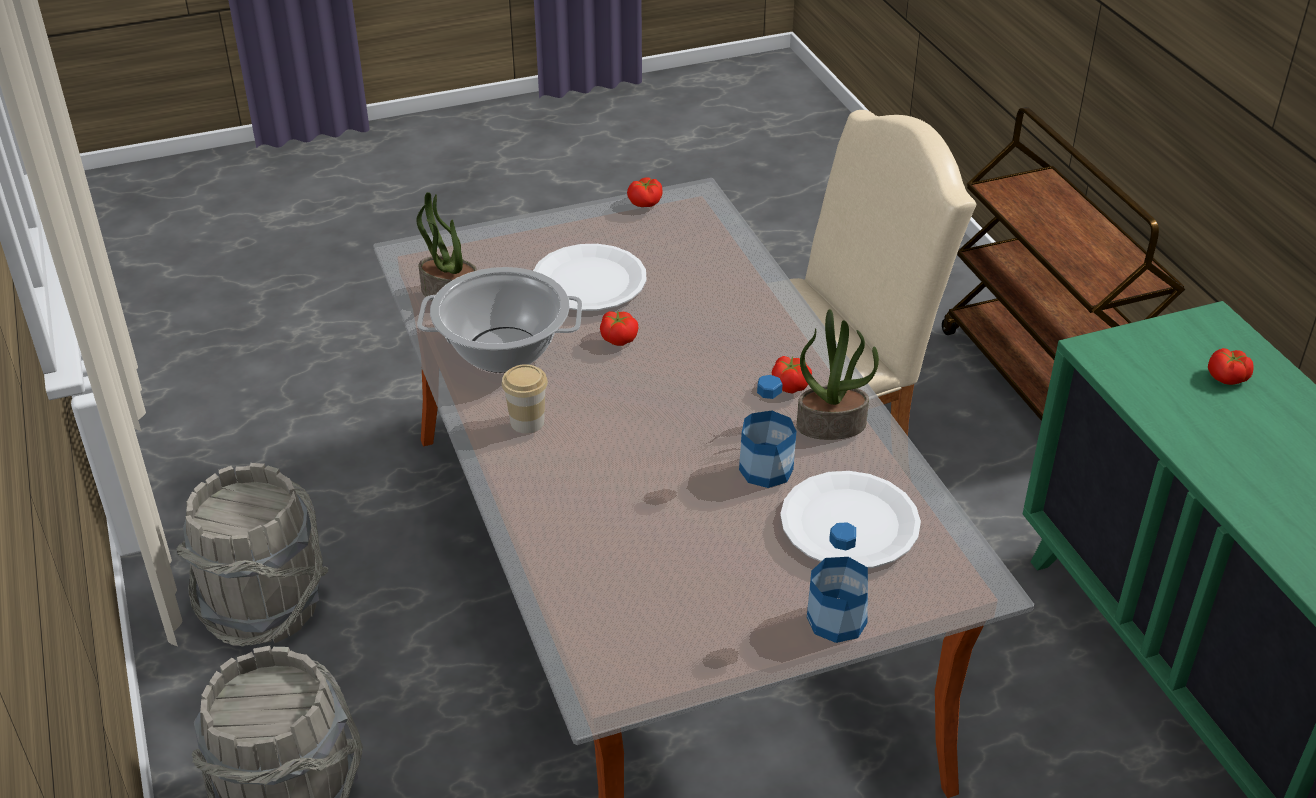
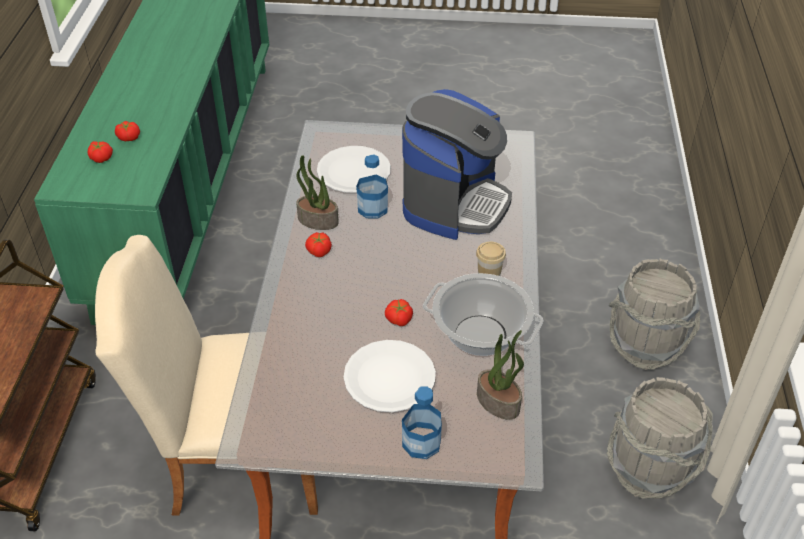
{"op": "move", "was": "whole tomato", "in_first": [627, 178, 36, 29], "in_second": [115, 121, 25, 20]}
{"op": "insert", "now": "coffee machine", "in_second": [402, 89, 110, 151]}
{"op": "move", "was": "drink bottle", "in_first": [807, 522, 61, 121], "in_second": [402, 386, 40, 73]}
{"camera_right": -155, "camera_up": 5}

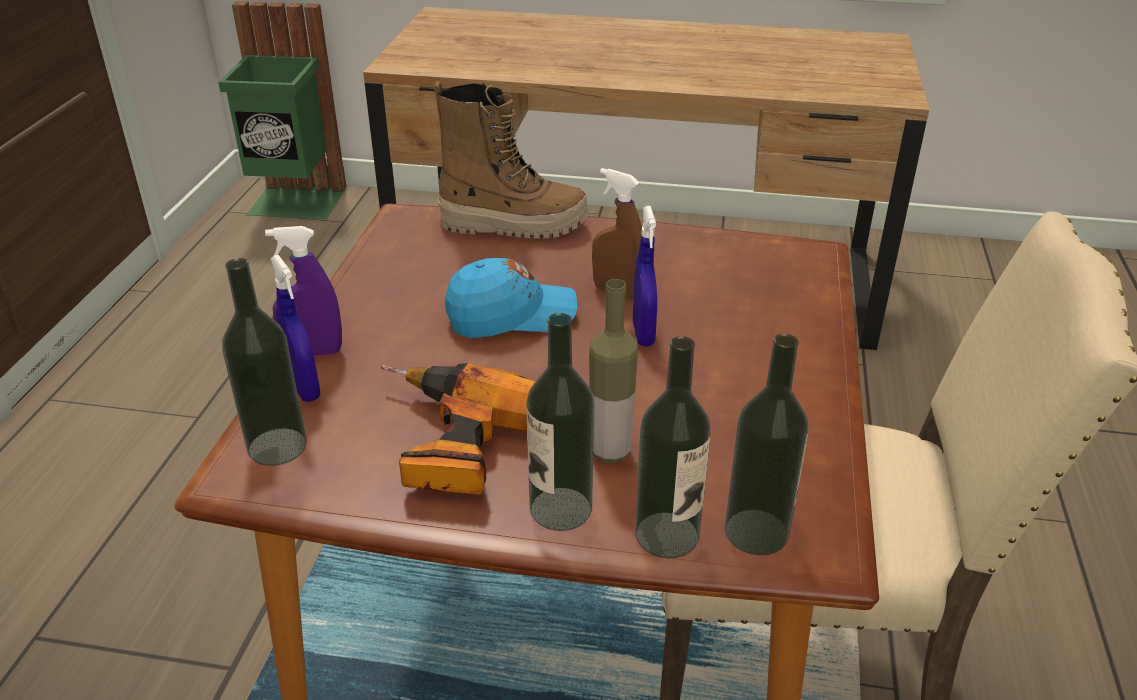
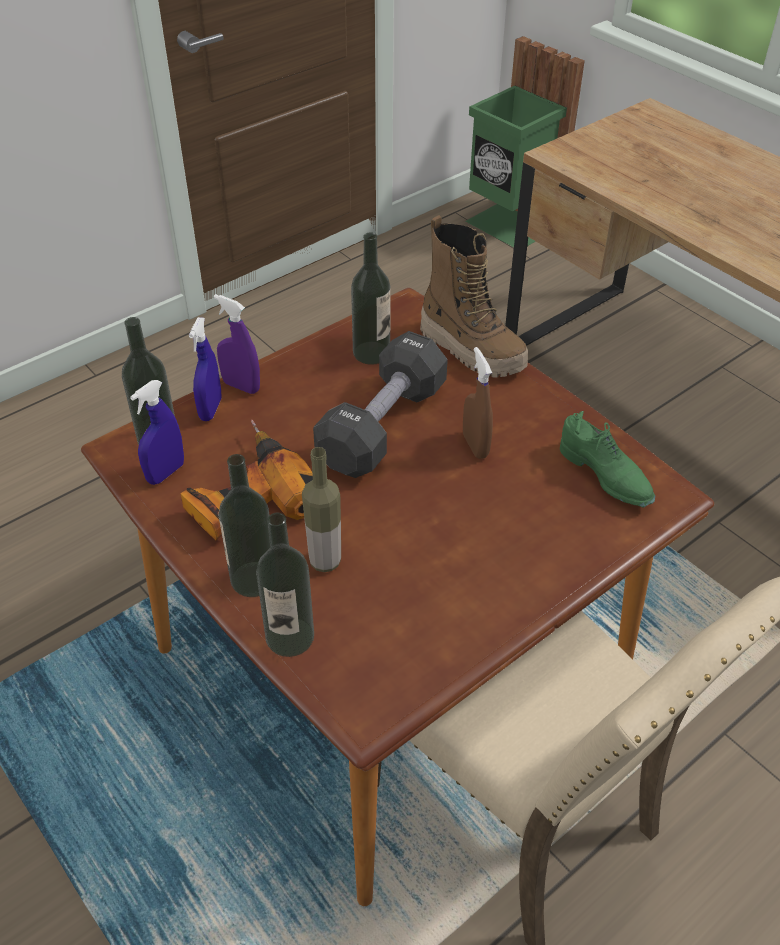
{"op": "move", "was": "hand sprayer (blue-coloured)", "in_first": [633, 206, 24, 140], "in_second": [130, 380, 54, 105]}
{"op": "replace", "was": "cap (blue-coloured)", "now": "hand weight (black)", "in_first": [445, 258, 132, 80], "in_second": [313, 331, 135, 147]}
{"op": "move", "was": "drink bottle", "in_first": [725, 334, 84, 221], "in_second": [351, 232, 40, 133]}
{"op": "insert", "now": "shoe (green)", "in_second": [560, 411, 95, 97]}
{"camera_right": 40, "camera_up": 10}

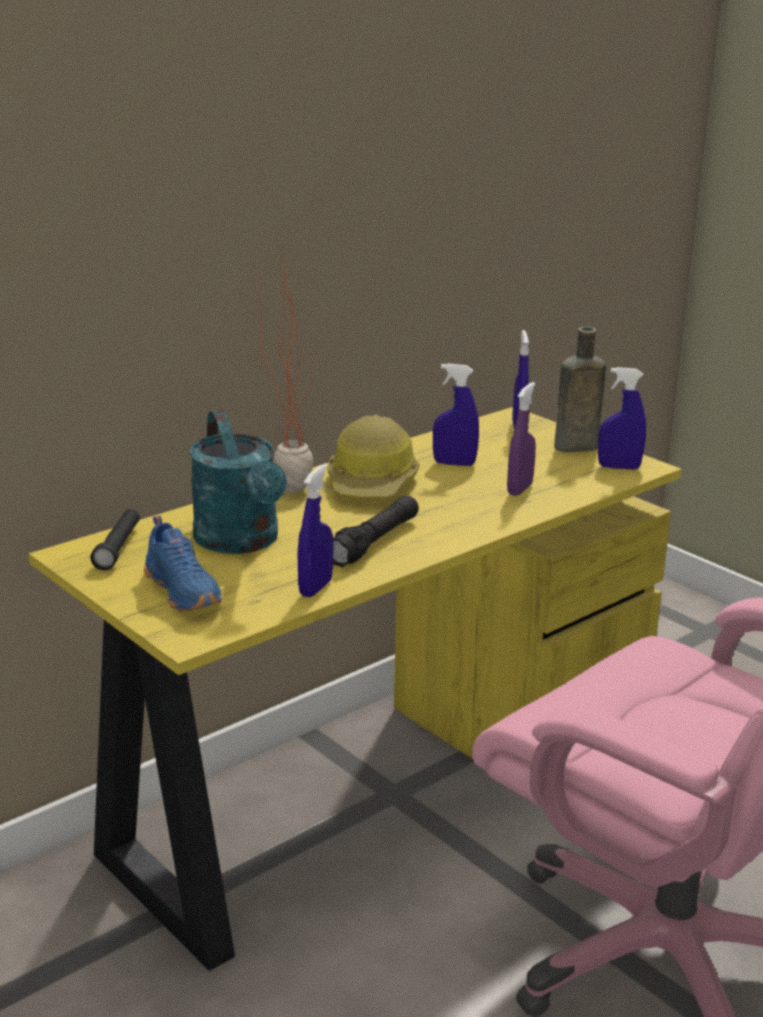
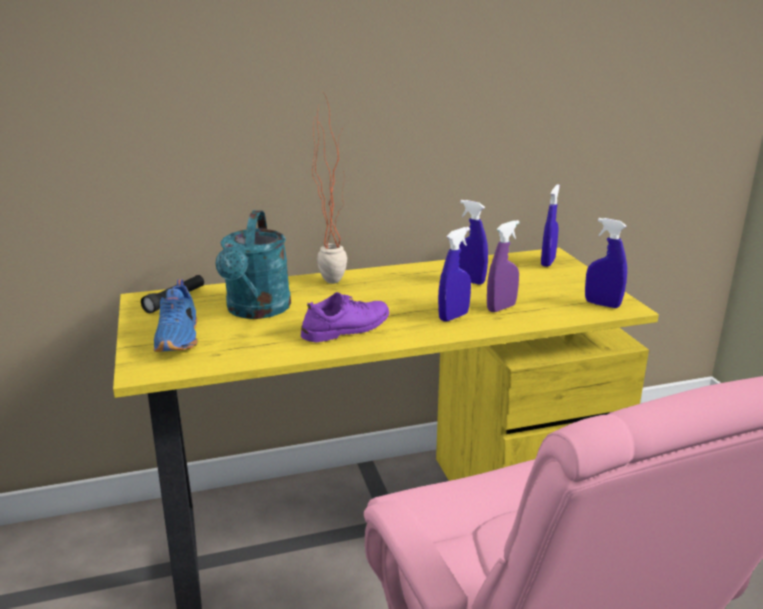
{"op": "replace", "was": "torch (black)", "now": "shoe (purple)", "in_first": [333, 495, 86, 72], "in_second": [301, 292, 88, 50]}
{"op": "move", "was": "hand sprayer (blue-coloured)", "in_first": [298, 463, 35, 134], "in_second": [438, 227, 33, 95]}
{"op": "delete", "was": "work helmet", "in_first": [328, 415, 91, 82]}
{"op": "delete", "was": "drink bottle (brown)", "in_first": [554, 327, 52, 126]}
{"camera_right": 25, "camera_up": 0}

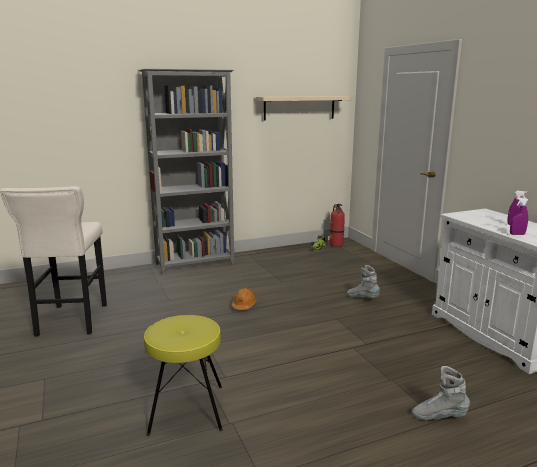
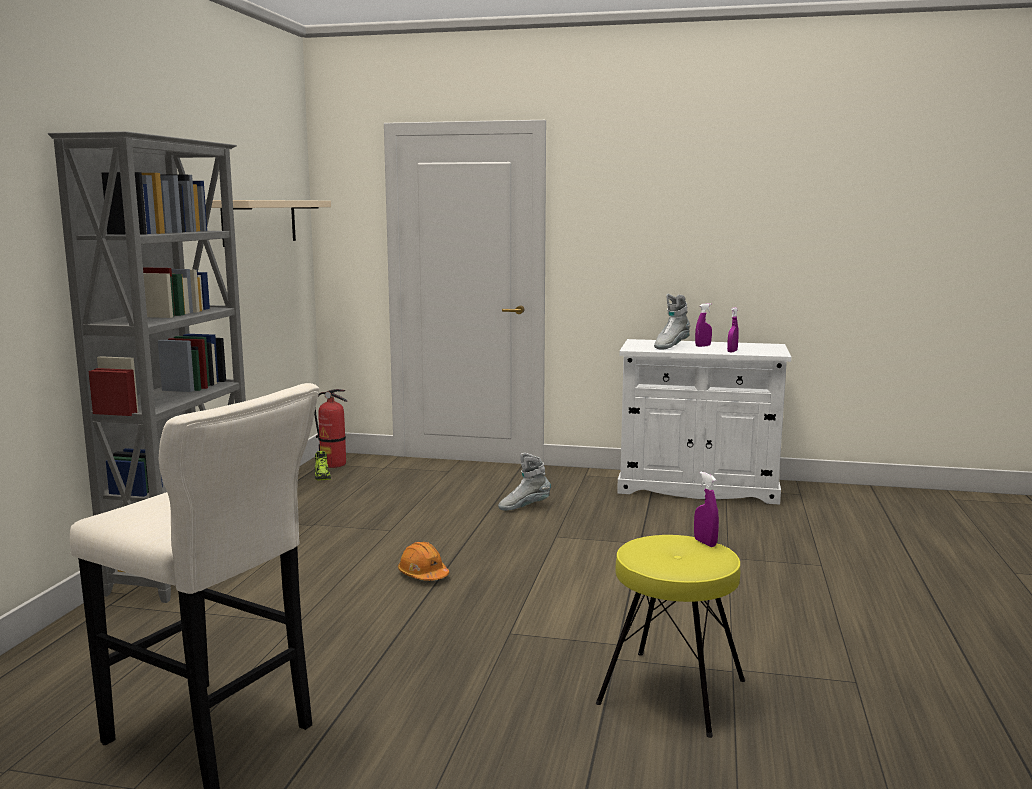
{"op": "move", "was": "tall boot (greyish)", "in_first": [412, 366, 58, 54], "in_second": [654, 294, 36, 56]}
{"op": "insert", "now": "hand sprayer (purple)", "in_second": [694, 472, 25, 75]}
{"camera_right": -55, "camera_up": -5}

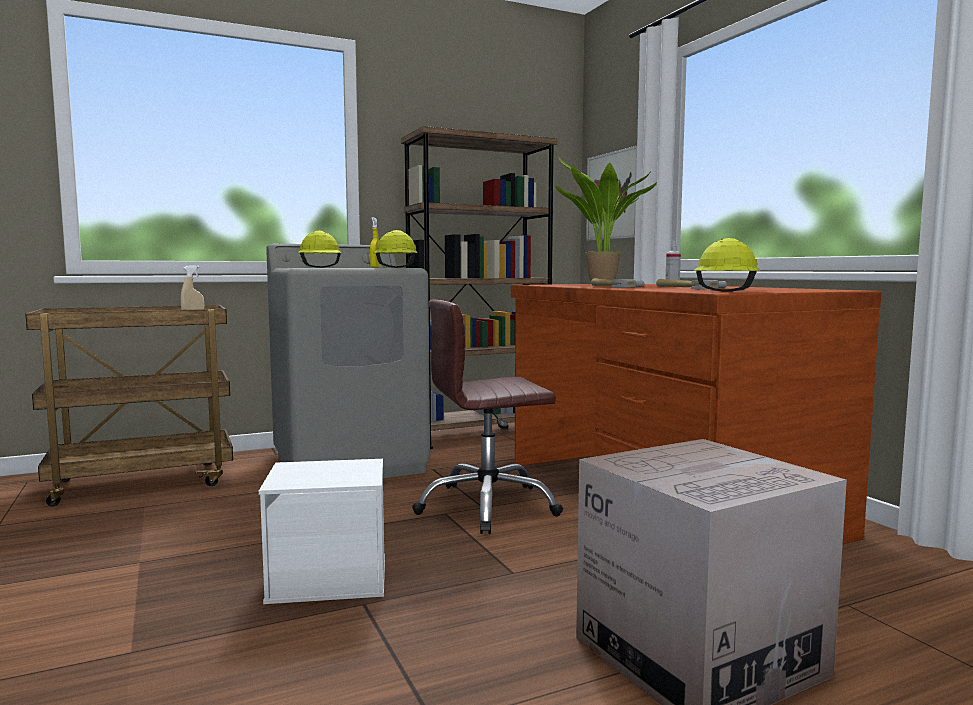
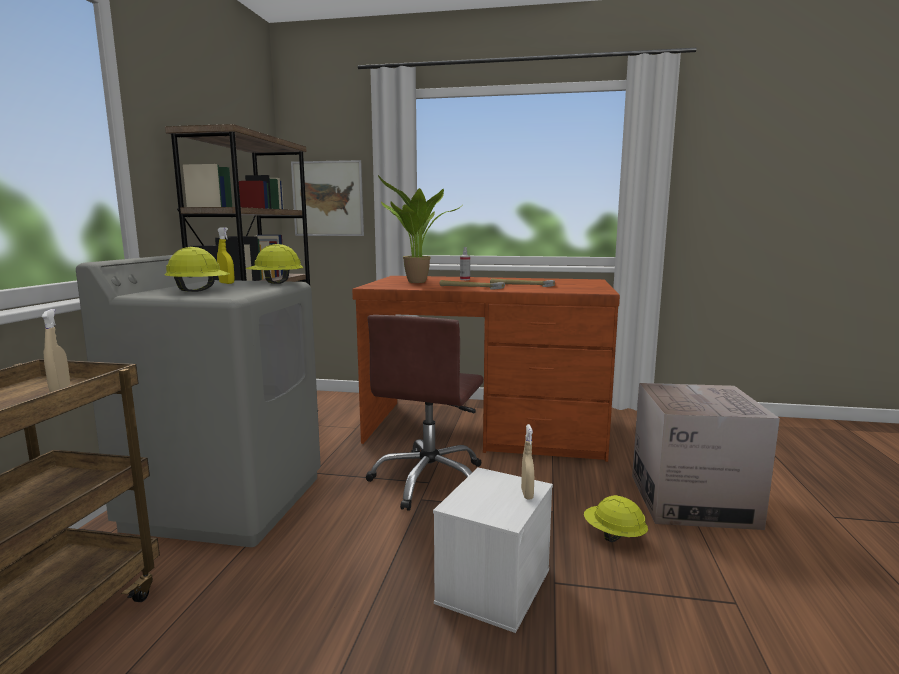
{"op": "insert", "now": "hand sprayer (beige)", "in_second": [521, 424, 13, 75]}
{"op": "move", "was": "work helmet (yellow-coloured)", "in_first": [693, 238, 67, 54], "in_second": [584, 495, 64, 47]}
{"camera_right": -55, "camera_up": 5}

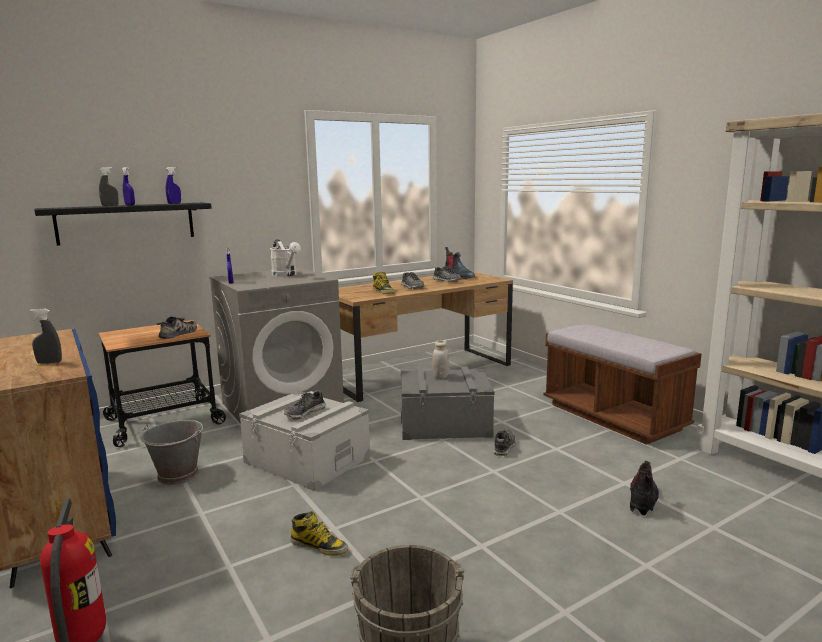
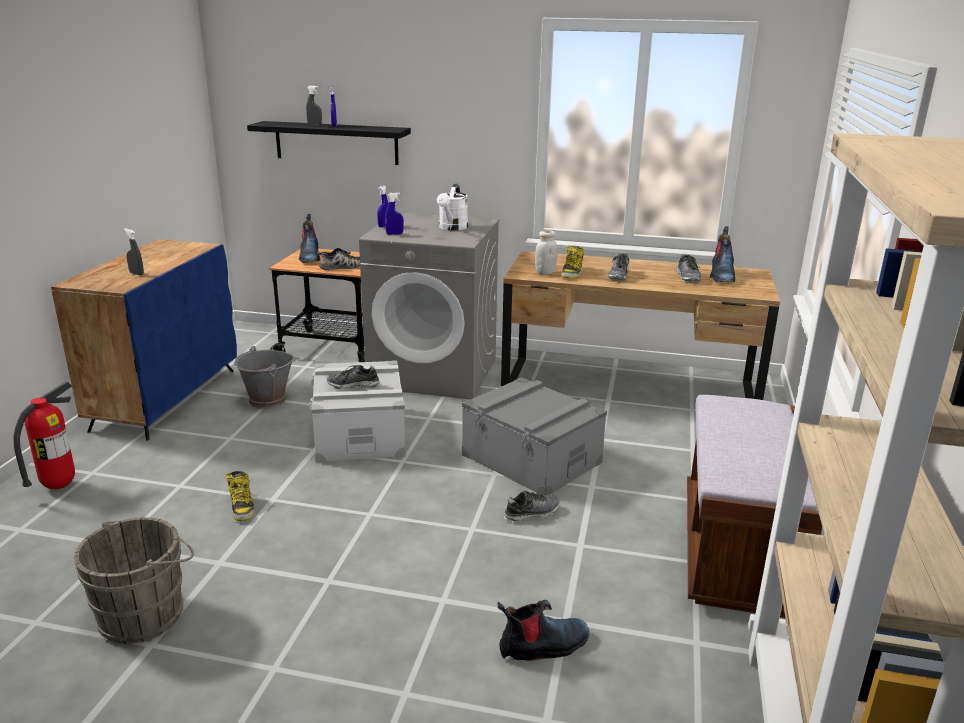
{"op": "insert", "now": "tall boot", "in_second": [299, 214, 21, 49]}
{"op": "move", "was": "hand sprayer (blue-coloured)", "in_first": [166, 167, 15, 37], "in_second": [385, 193, 19, 42]}
{"op": "move", "was": "jar (white)", "in_first": [432, 340, 17, 39], "in_second": [535, 230, 22, 45]}
{"camera_right": 45, "camera_up": 10}

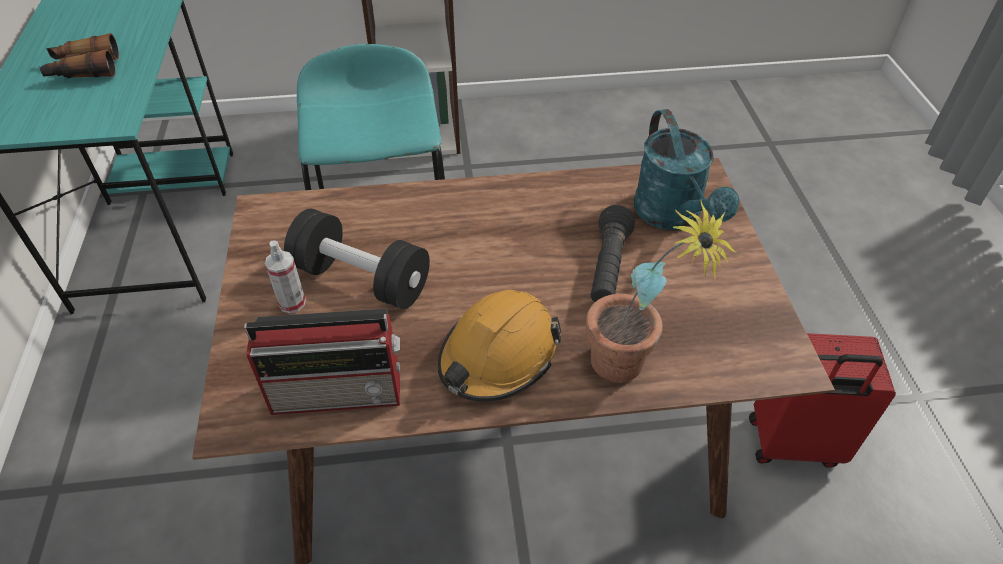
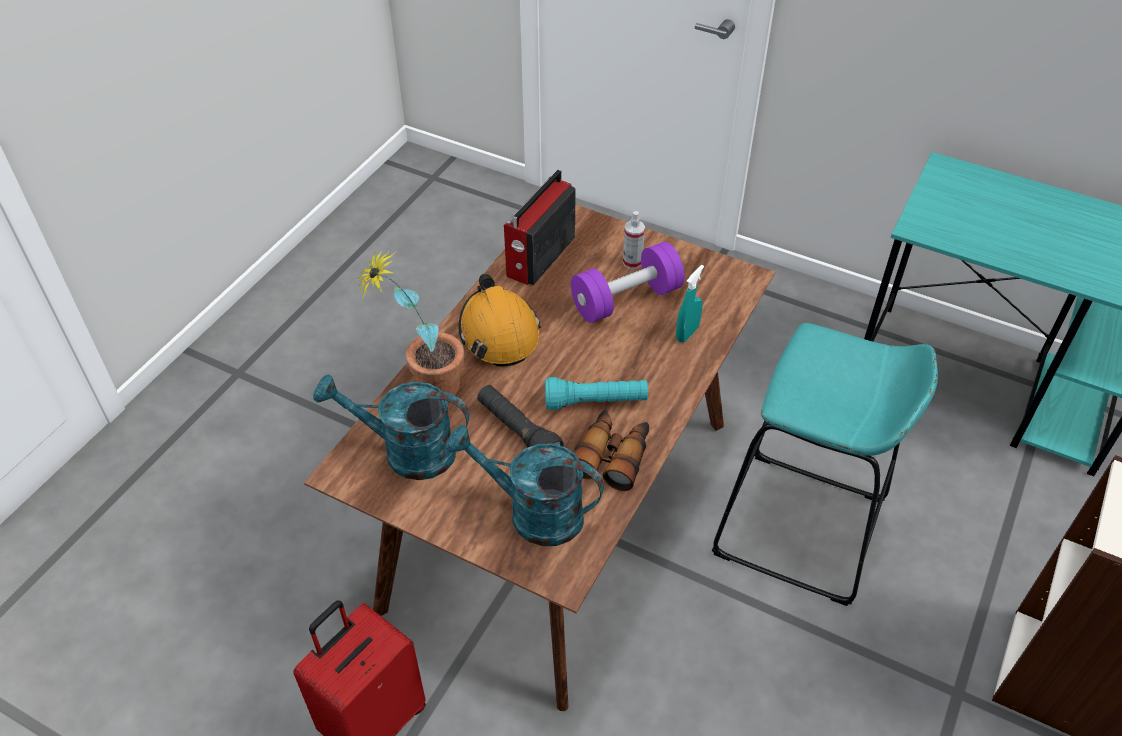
{"op": "insert", "now": "sprinkling can (blue-green)", "in_second": [313, 374, 156, 106]}
{"op": "insert", "now": "torch (blue-green)", "in_second": [545, 377, 103, 33]}
{"op": "recolor", "was": "hand weight (black)", "now": "hand weight (purple)", "in_first": [284, 209, 146, 100], "in_second": [571, 242, 114, 81]}
{"op": "move", "was": "binoculars", "in_first": [40, 33, 79, 45], "in_second": [573, 409, 76, 82]}
{"op": "insert", "now": "hand sprayer (blue-green)", "in_second": [676, 265, 28, 78]}
{"camera_right": 125, "camera_up": 0}

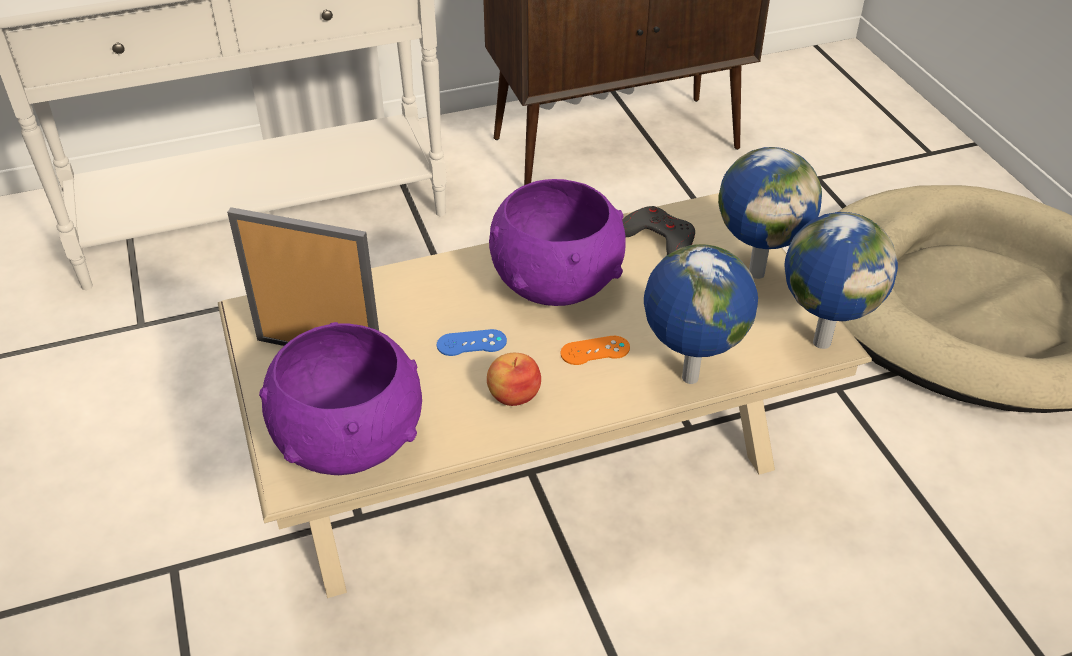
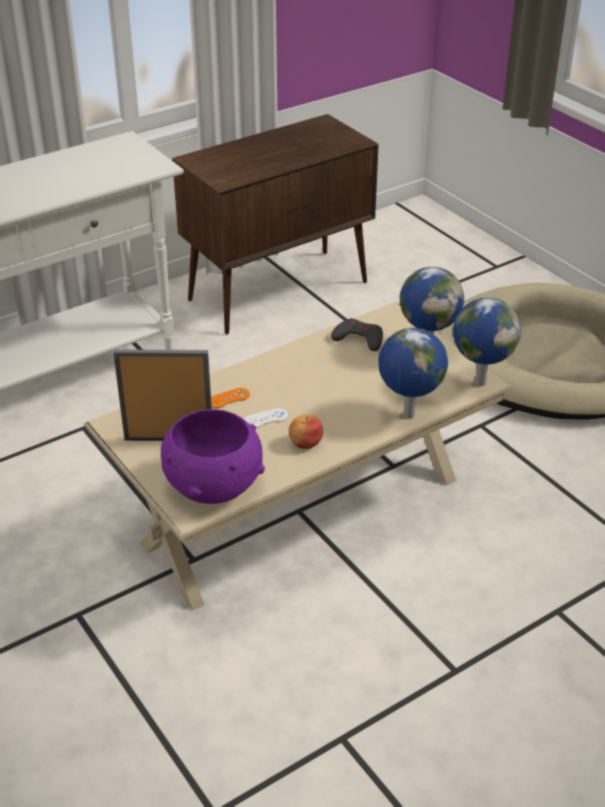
{"op": "move", "was": "joypad (orange)", "in_first": [560, 336, 70, 29], "in_second": [211, 388, 39, 20]}
{"op": "recolor", "was": "joypad (blue-coloured)", "now": "joypad (white)", "in_first": [437, 329, 70, 27], "in_second": [244, 408, 44, 20]}
{"op": "delete", "was": "serving bowl (purple)", "in_first": [489, 179, 137, 127]}
{"camera_right": -15, "camera_up": -5}

